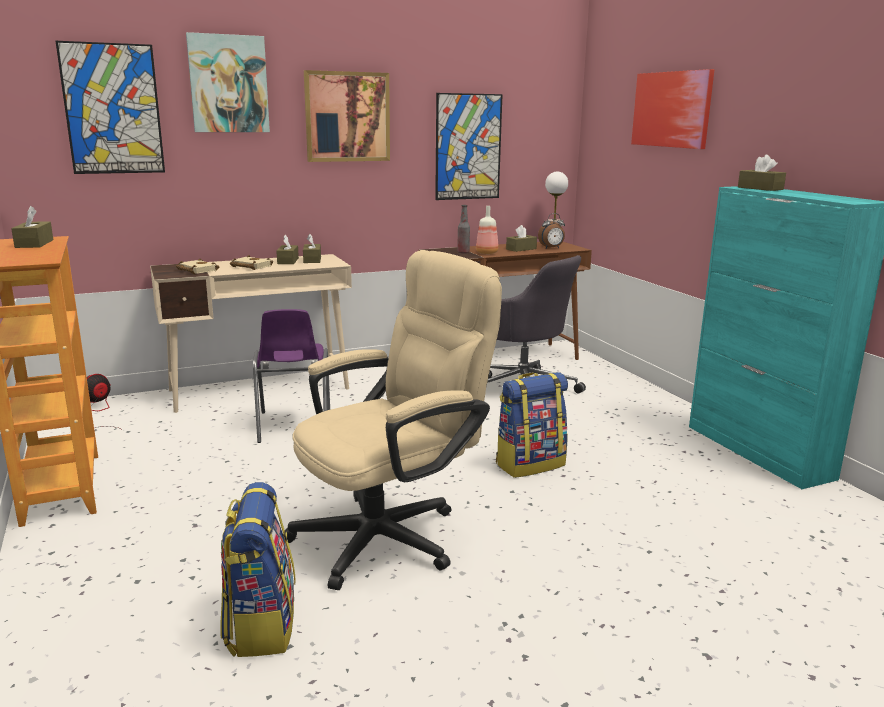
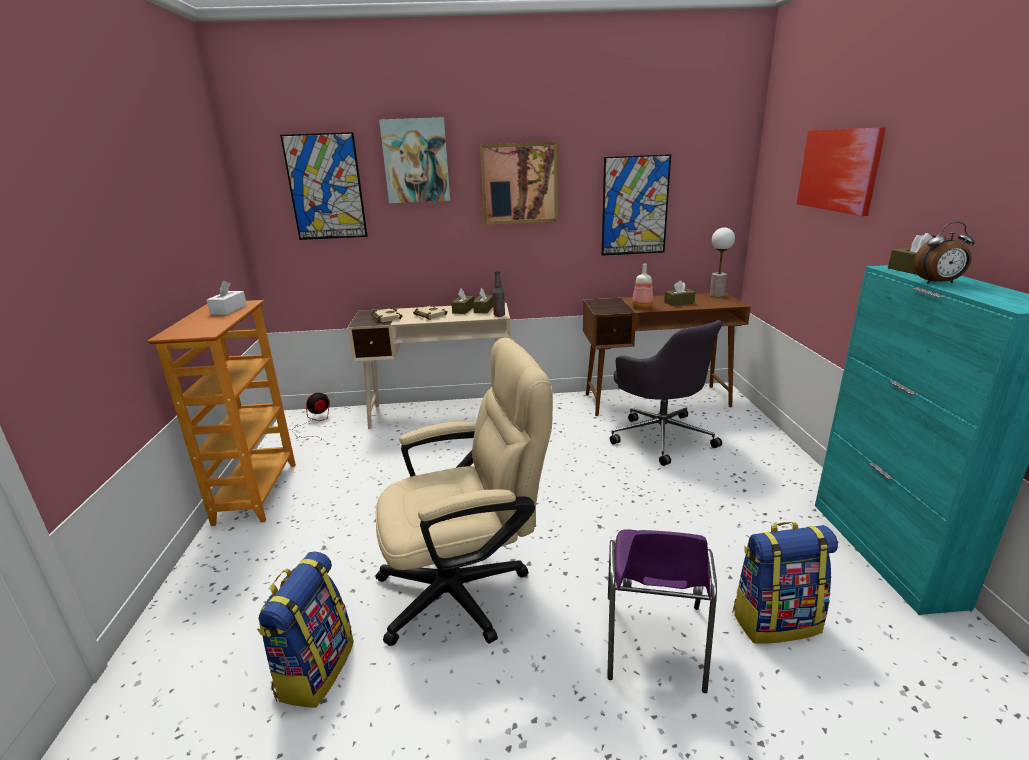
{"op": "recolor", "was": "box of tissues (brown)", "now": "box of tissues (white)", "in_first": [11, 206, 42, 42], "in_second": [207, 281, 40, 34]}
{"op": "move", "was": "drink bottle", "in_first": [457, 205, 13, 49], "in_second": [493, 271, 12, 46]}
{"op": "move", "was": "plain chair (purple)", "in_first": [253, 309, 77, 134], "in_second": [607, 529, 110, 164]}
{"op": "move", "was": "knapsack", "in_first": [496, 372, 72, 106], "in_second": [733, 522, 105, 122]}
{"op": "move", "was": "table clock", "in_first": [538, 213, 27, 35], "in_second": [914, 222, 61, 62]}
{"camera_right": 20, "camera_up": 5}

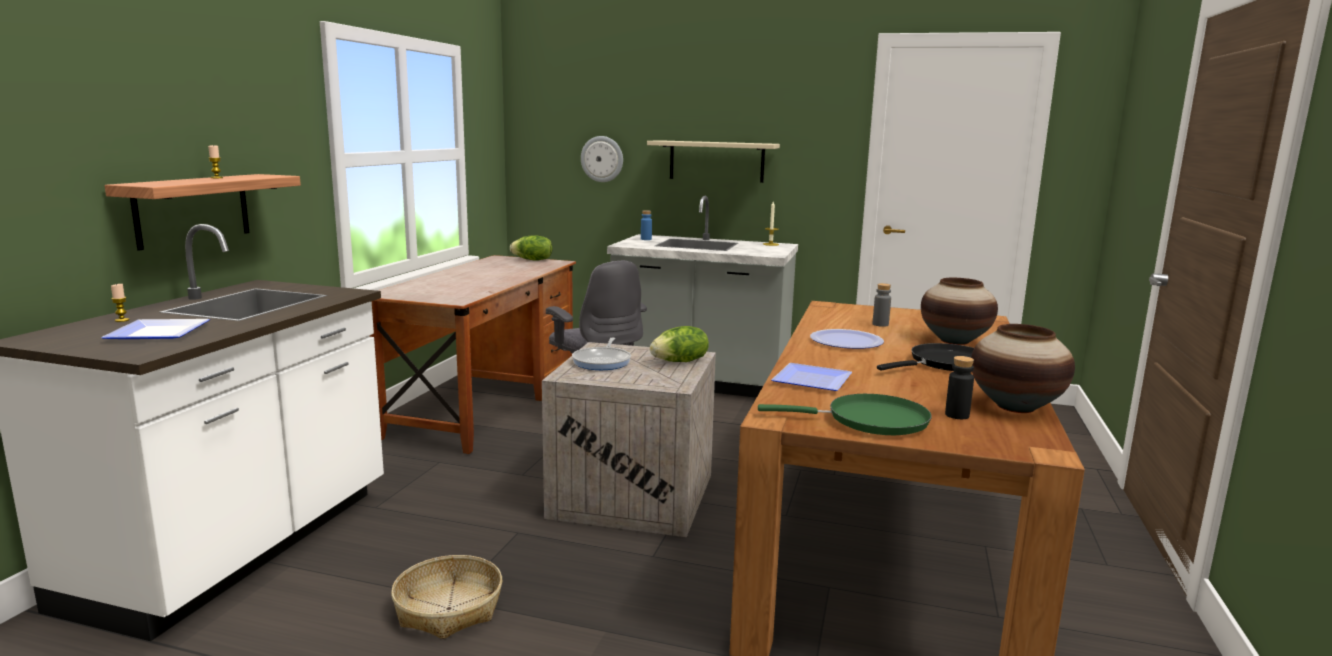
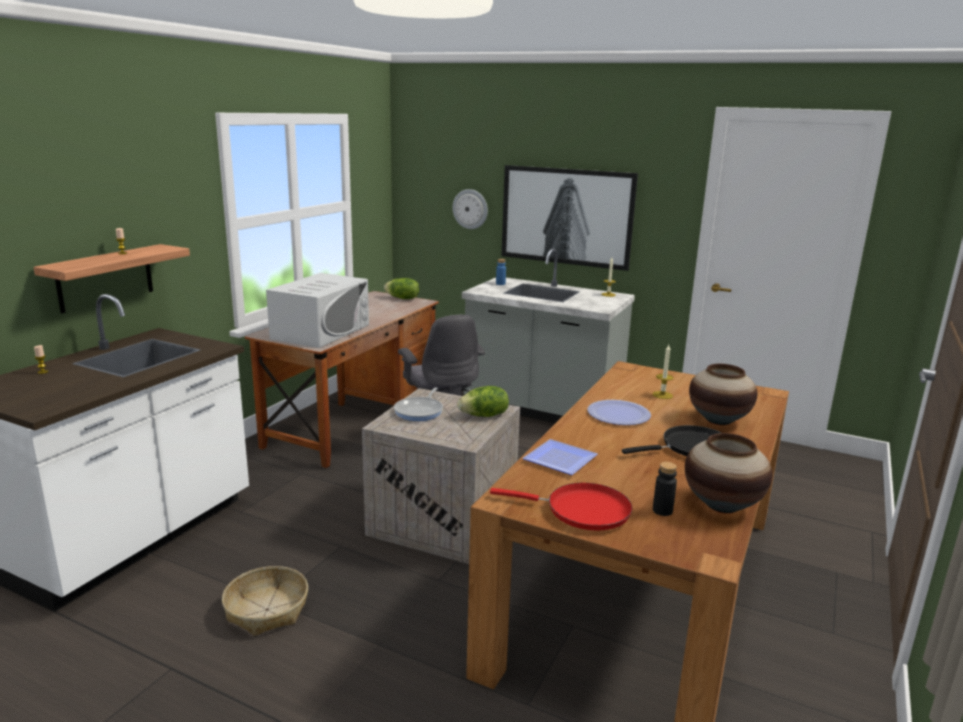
{"op": "insert", "now": "microwave (white)", "in_second": [266, 273, 103, 75]}
{"op": "recolor", "was": "frying pan (green)", "now": "frying pan (reddish)", "in_first": [758, 394, 174, 41], "in_second": [490, 483, 142, 47]}
{"op": "replace", "was": "wall shelf (beige)", "now": "picture", "in_first": [647, 140, 133, 43], "in_second": [502, 165, 136, 106]}
{"op": "replace", "was": "drink bottle (greyish)", "now": "candle", "in_first": [872, 283, 19, 44], "in_second": [652, 345, 22, 54]}
{"op": "delete", "was": "flat dish", "in_first": [101, 319, 109, 20]}
{"camera_right": 10, "camera_up": 5}

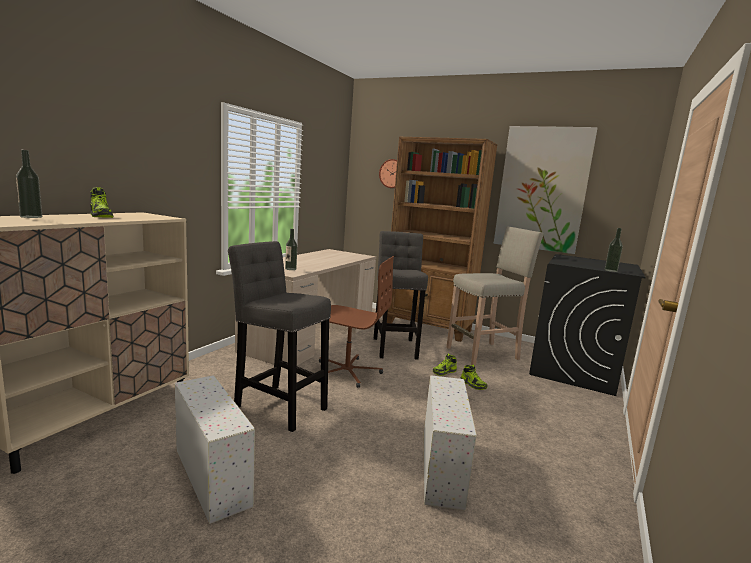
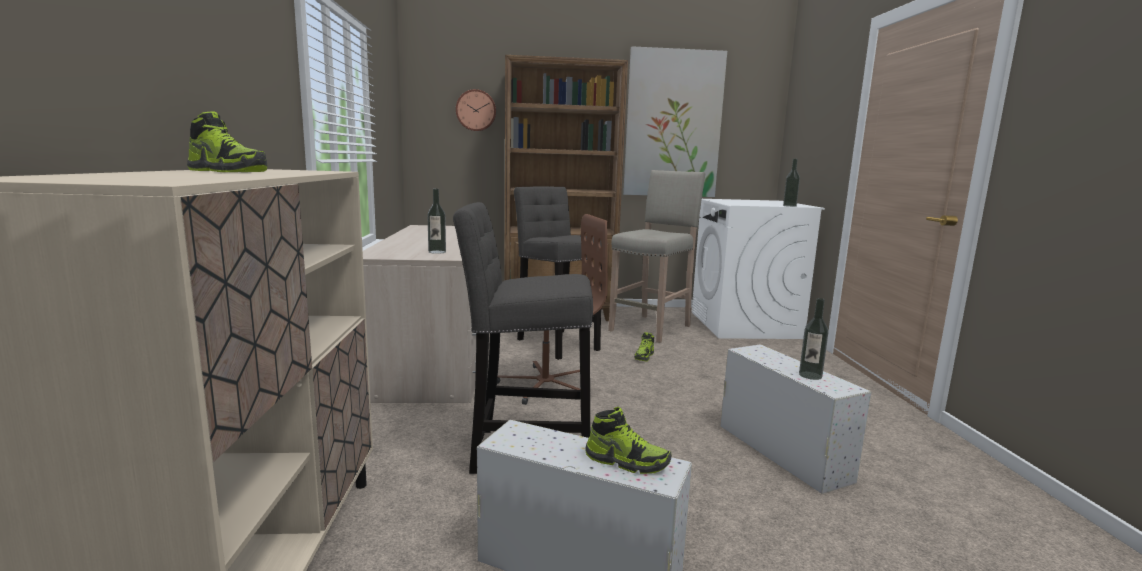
{"op": "move", "was": "shoe", "in_first": [460, 364, 28, 26], "in_second": [585, 407, 87, 67]}
{"op": "recolor", "was": "laundry appliance (black)", "now": "laundry appliance (white)", "in_first": [529, 254, 117, 142], "in_second": [692, 199, 133, 140]}
{"op": "move", "was": "drink bottle", "in_first": [16, 150, 26, 68], "in_second": [799, 298, 30, 82]}
{"camera_right": -30, "camera_up": 0}

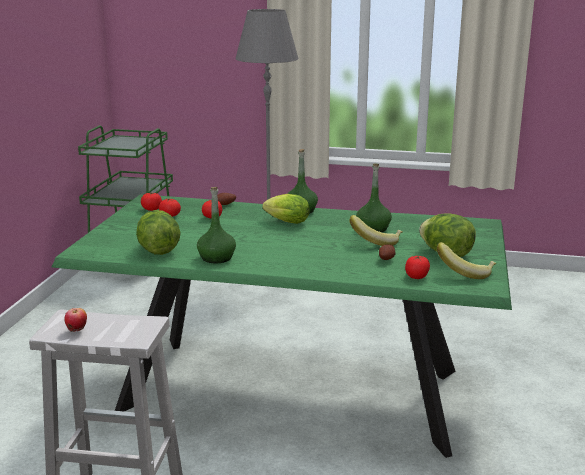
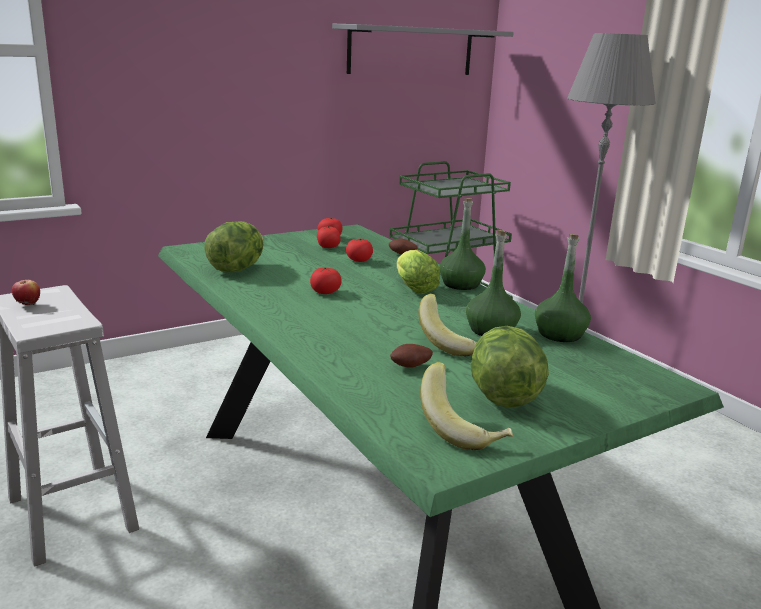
{"op": "move", "was": "whole tomato", "in_first": [405, 256, 25, 23], "in_second": [310, 267, 32, 27]}
{"op": "insert", "now": "wall shelf (greyish)", "in_second": [332, 24, 182, 51]}
{"op": "move", "was": "drink bottle (green)", "in_first": [197, 187, 39, 76], "in_second": [535, 234, 56, 108]}
{"camera_right": 45, "camera_up": 0}

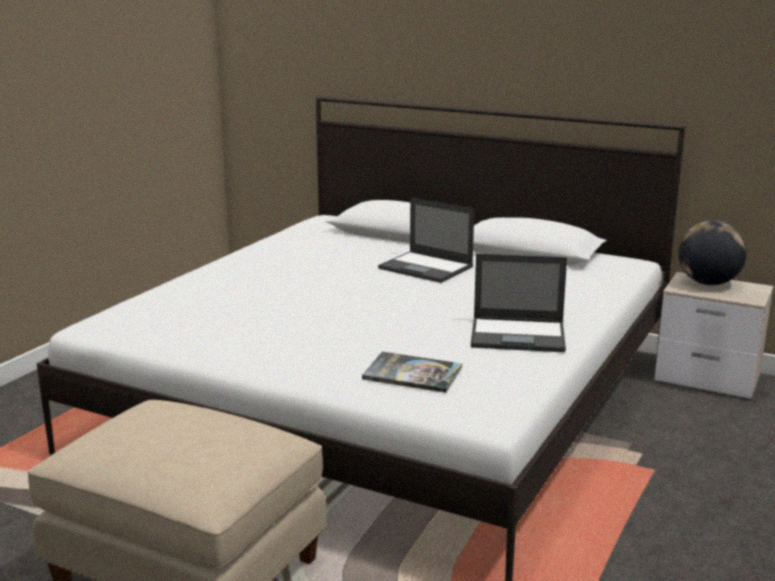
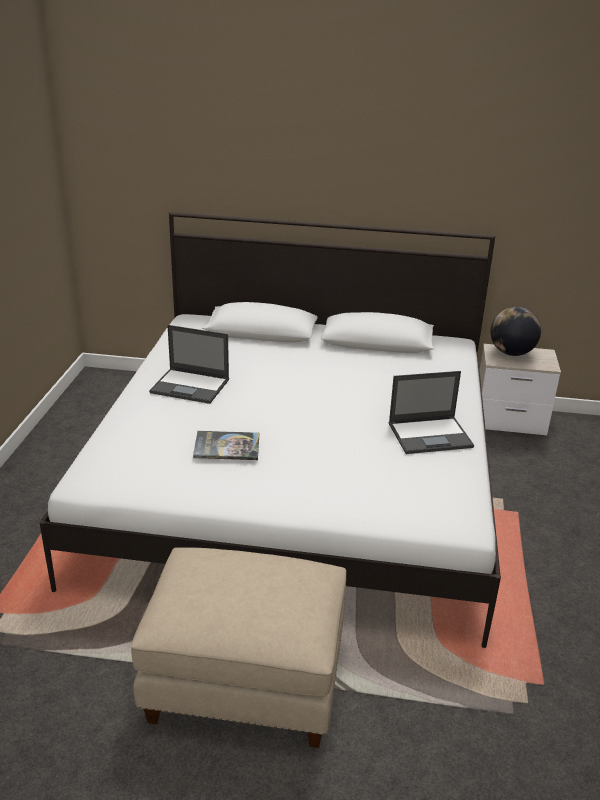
{"op": "move", "was": "portable computer", "in_first": [378, 198, 96, 85], "in_second": [149, 325, 80, 79]}
{"op": "move", "was": "volume", "in_first": [362, 351, 100, 42], "in_second": [193, 431, 66, 29]}
{"camera_right": -20, "camera_up": 10}

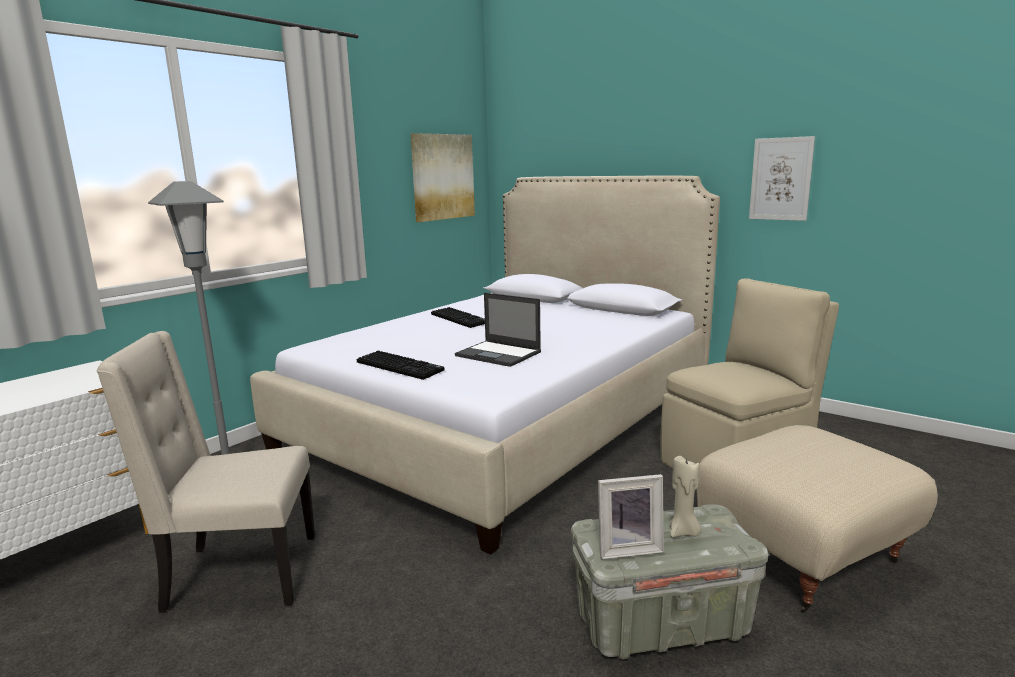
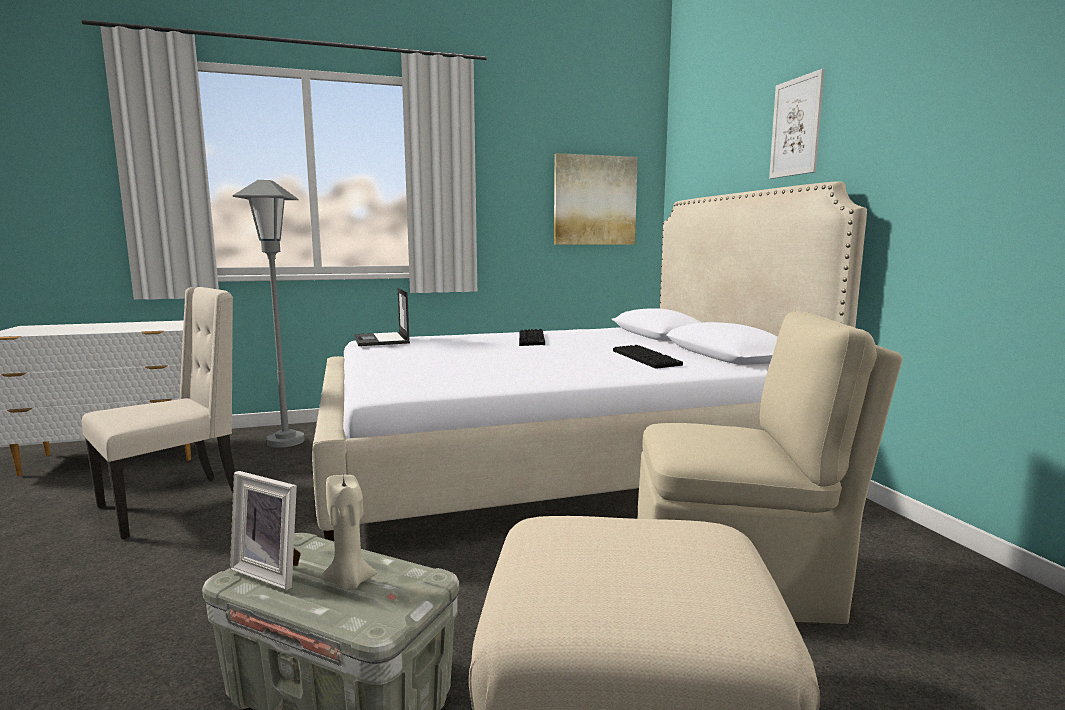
{"op": "rotate", "was": "plain chair (beige)", "in_first": [97, 331, 218, 282], "in_second": [82, 287, 153, 252], "clockwise": 105}
{"op": "move", "was": "portable computer", "in_first": [455, 293, 86, 74], "in_second": [354, 288, 56, 58]}
{"op": "move", "was": "PC keyboard", "in_first": [356, 351, 89, 29], "in_second": [613, 345, 70, 24]}
{"op": "move", "was": "picture", "in_first": [749, 136, 66, 85], "in_second": [769, 69, 55, 110]}
{"camera_right": 35, "camera_up": -5}

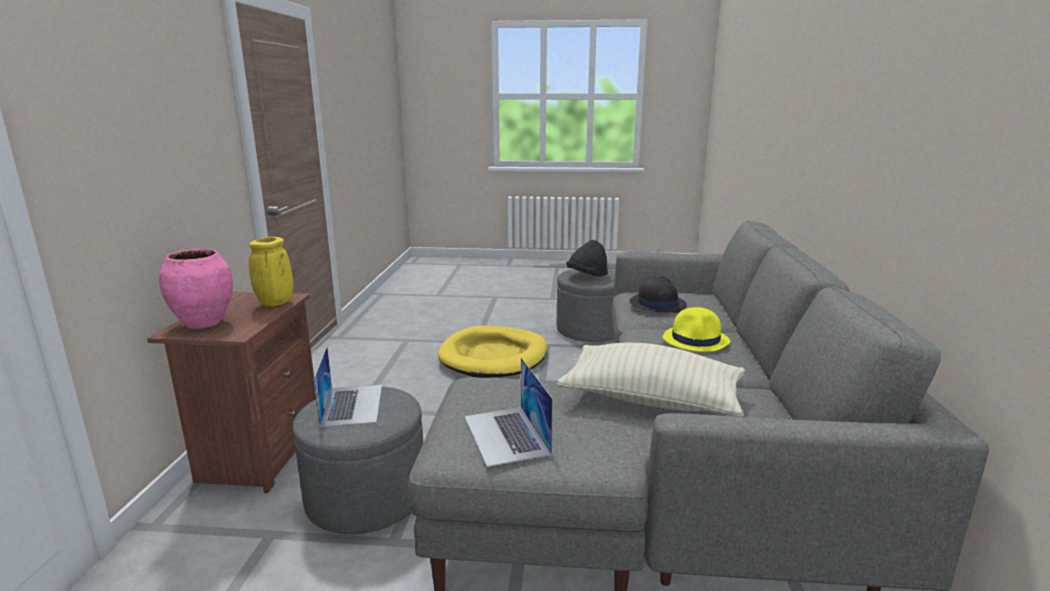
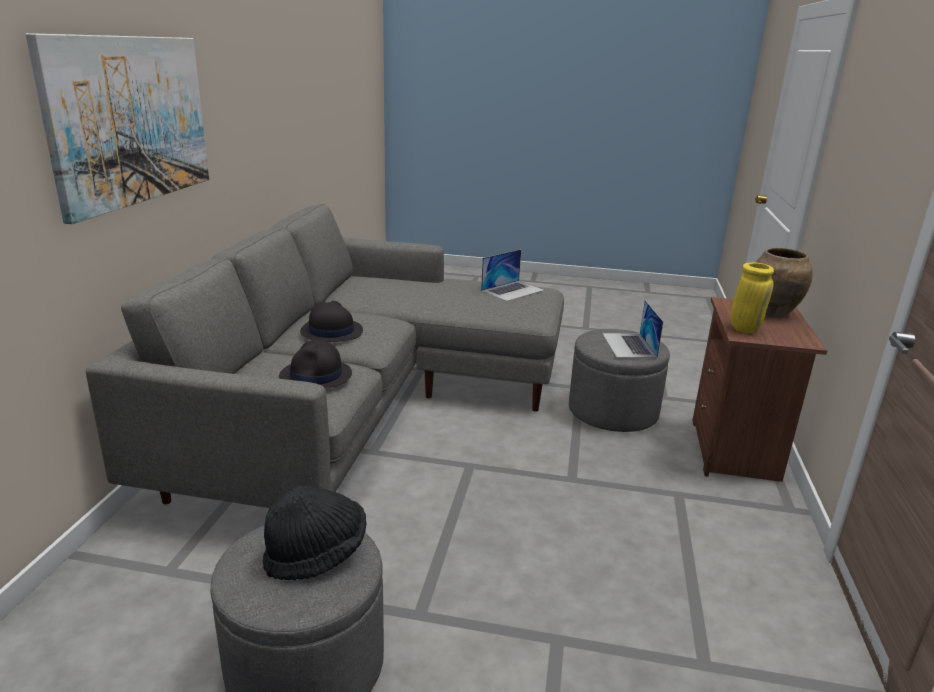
{"op": "insert", "now": "picture", "in_second": [26, 33, 183, 191]}
{"op": "recolor", "was": "wearable hat (yellow-coloured)", "now": "wearable hat (black)", "in_first": [663, 307, 67, 45], "in_second": [300, 301, 63, 41]}
{"op": "rotate", "was": "portable computer", "in_first": [465, 358, 88, 109], "in_second": [481, 249, 64, 52], "clockwise": 60}
{"op": "recolor", "was": "flower vase (pinkish)", "now": "flower vase (brown)", "in_first": [159, 249, 74, 80], "in_second": [756, 248, 57, 69]}
{"op": "delete", "was": "dog bed (yellow-coloured)", "in_first": [438, 326, 109, 52]}
{"op": "delete", "was": "pillow (beige)", "in_first": [557, 343, 188, 74]}
{"camera_right": -175, "camera_up": 5}

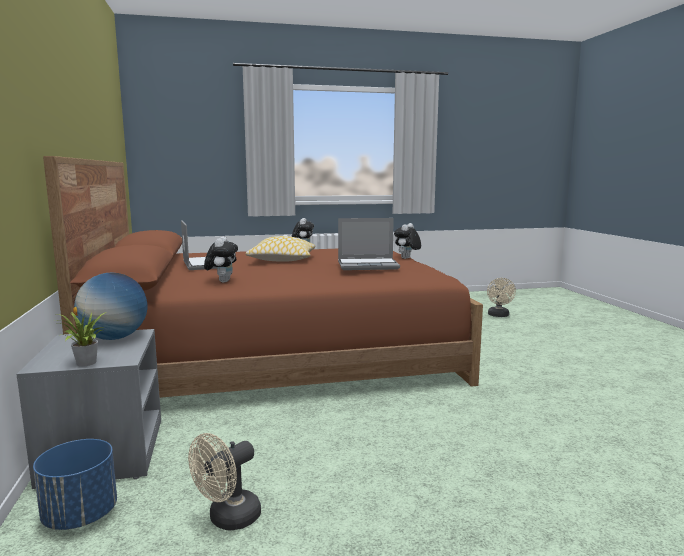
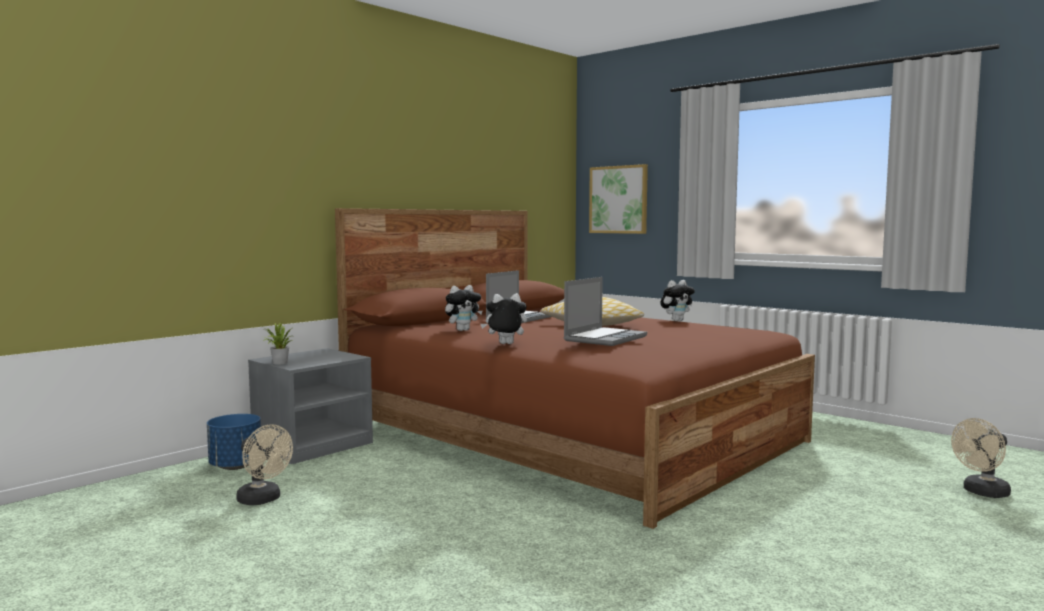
{"op": "rotate", "was": "electric fan (beige)", "in_first": [188, 433, 73, 97], "in_second": [236, 424, 57, 81], "clockwise": -150}
{"op": "move", "was": "plush toy", "in_first": [394, 223, 27, 36], "in_second": [481, 293, 46, 51]}
{"op": "rotate", "was": "portable computer", "in_first": [338, 218, 62, 52], "in_second": [563, 277, 84, 69], "clockwise": -105}
{"op": "insert", "now": "picture", "in_second": [589, 164, 59, 70]}
{"op": "delete", "was": "world globe", "in_first": [73, 272, 74, 68]}
{"camera_right": 55, "camera_up": -5}

